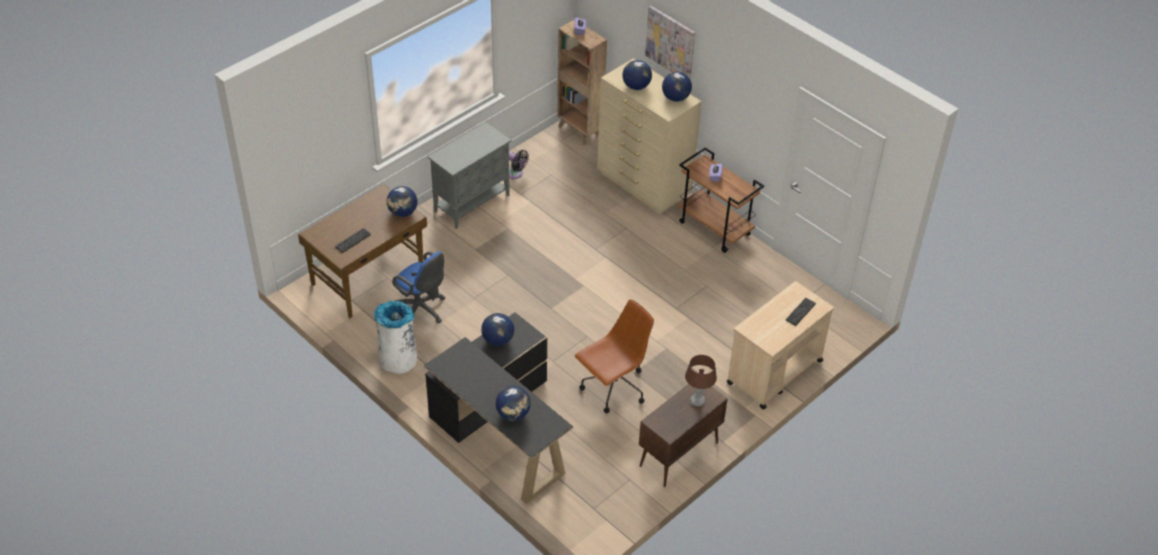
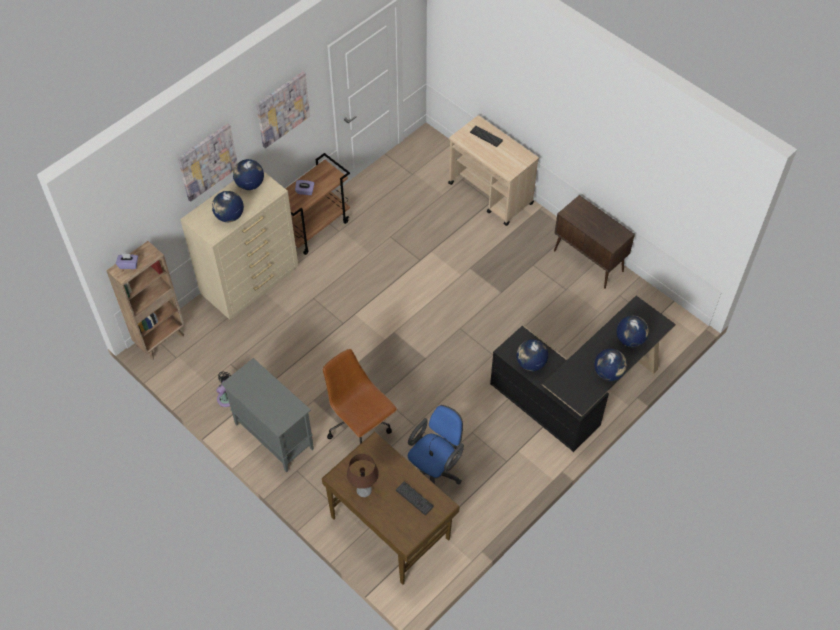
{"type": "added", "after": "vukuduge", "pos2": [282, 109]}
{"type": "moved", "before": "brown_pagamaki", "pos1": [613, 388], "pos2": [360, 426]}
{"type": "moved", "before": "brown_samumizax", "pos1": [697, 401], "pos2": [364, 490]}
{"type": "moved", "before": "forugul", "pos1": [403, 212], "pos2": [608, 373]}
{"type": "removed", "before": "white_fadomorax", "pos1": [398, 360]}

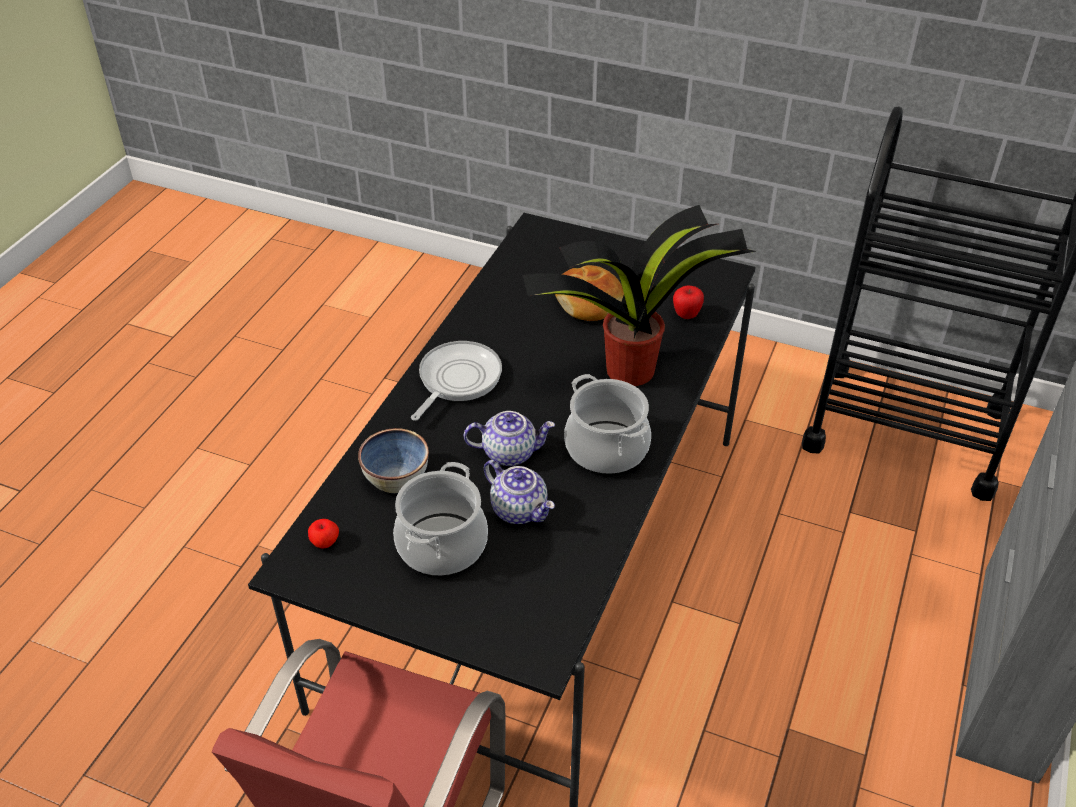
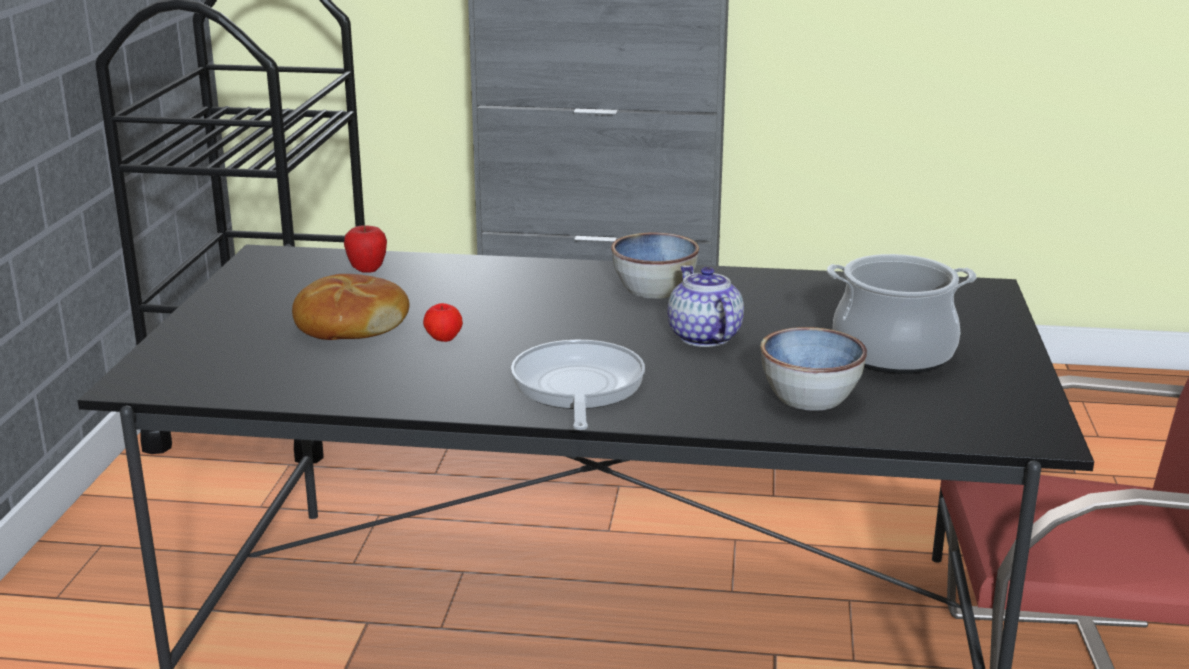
{"type": "moved", "before": "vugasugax", "pos1": [325, 542], "pos2": [443, 338]}
{"type": "turned", "before": "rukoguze", "pos1": [457, 380], "pos2": [577, 388], "turn": 75}
{"type": "replaced", "before": "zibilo", "after": "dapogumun", "pos1": [607, 448], "pos2": [654, 289]}
{"type": "removed", "before": "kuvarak", "pos1": [520, 509]}
{"type": "removed", "before": "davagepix", "pos1": [633, 369]}

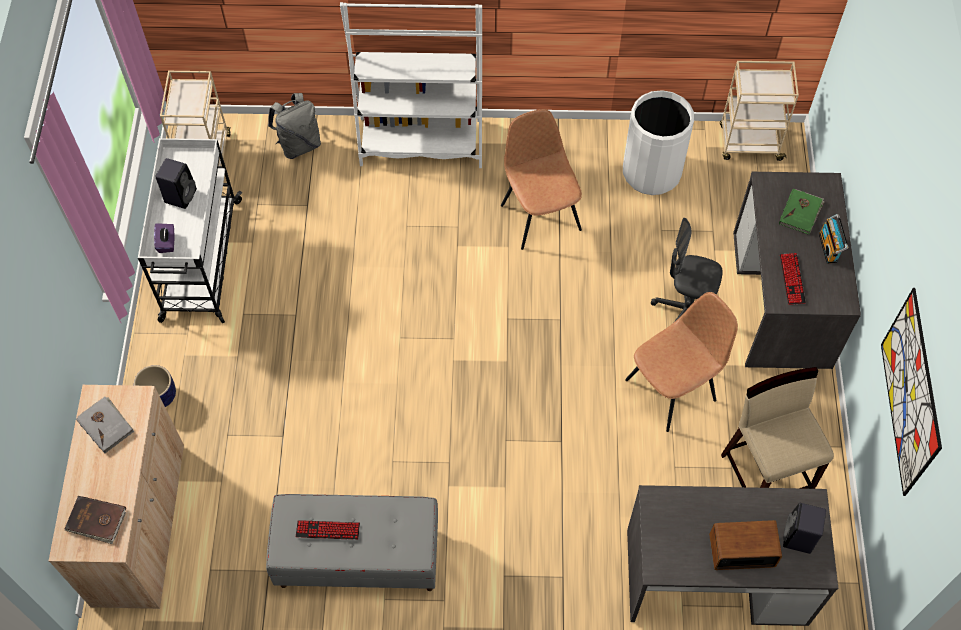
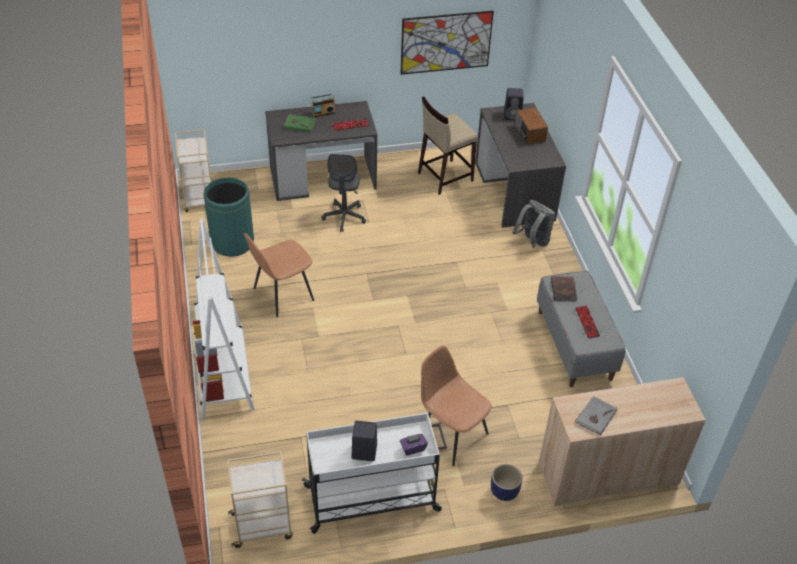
{"type": "recoloured", "before": "white_fadomorax", "after": "green_fadomorax", "pos1": [651, 172], "pos2": [232, 242]}
{"type": "moved", "before": "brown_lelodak", "pos1": [672, 389], "pos2": [451, 434]}
{"type": "moved", "before": "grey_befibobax", "pos1": [299, 145], "pos2": [532, 241]}
{"type": "moved", "before": "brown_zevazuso", "pos1": [96, 520], "pos2": [564, 289]}

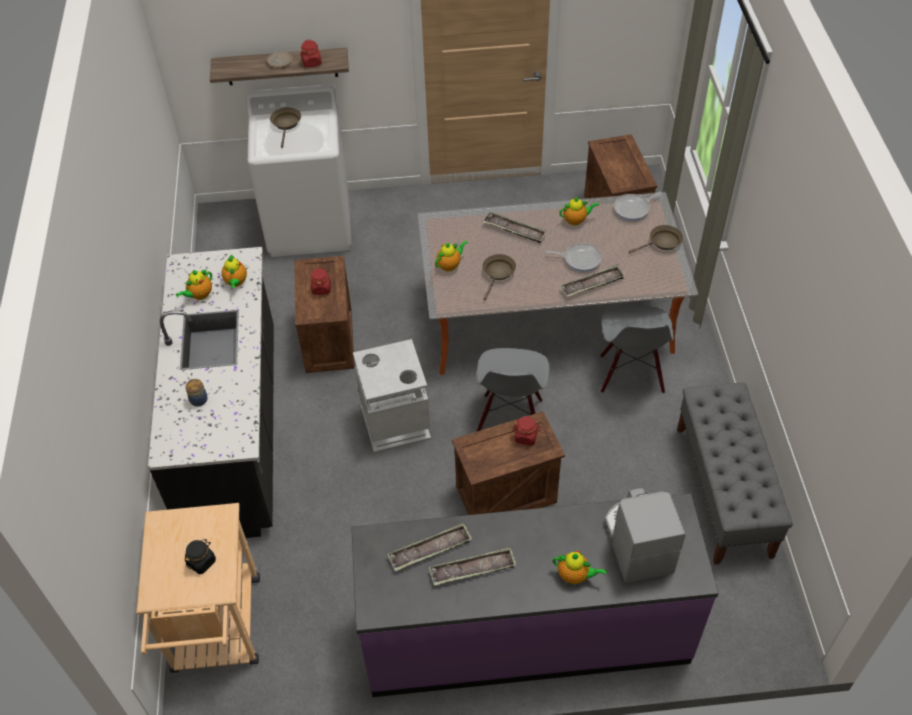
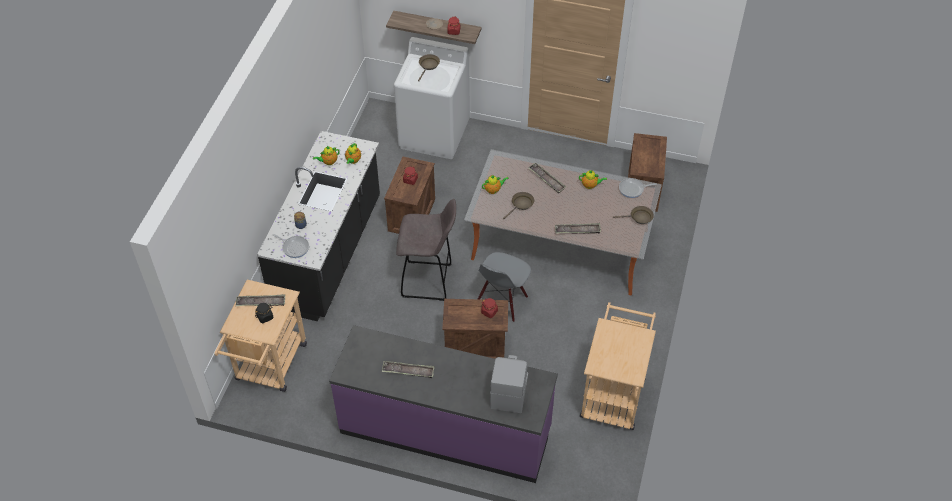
{"type": "moved", "before": "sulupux", "pos1": [430, 550], "pos2": [261, 302]}
{"type": "moved", "before": "rukoguze", "pos1": [580, 259], "pos2": [294, 247]}
{"type": "replaced", "before": "grey_fadomorax", "after": "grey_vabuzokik", "pos1": [396, 423], "pos2": [428, 281]}
{"type": "replaced", "before": "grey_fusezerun", "after": "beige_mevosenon", "pos1": [723, 491], "pos2": [613, 392]}
{"type": "removed", "before": "kuvarak", "pos1": [575, 576]}
{"type": "removed", "before": "grey_lelodak", "pos1": [630, 374]}

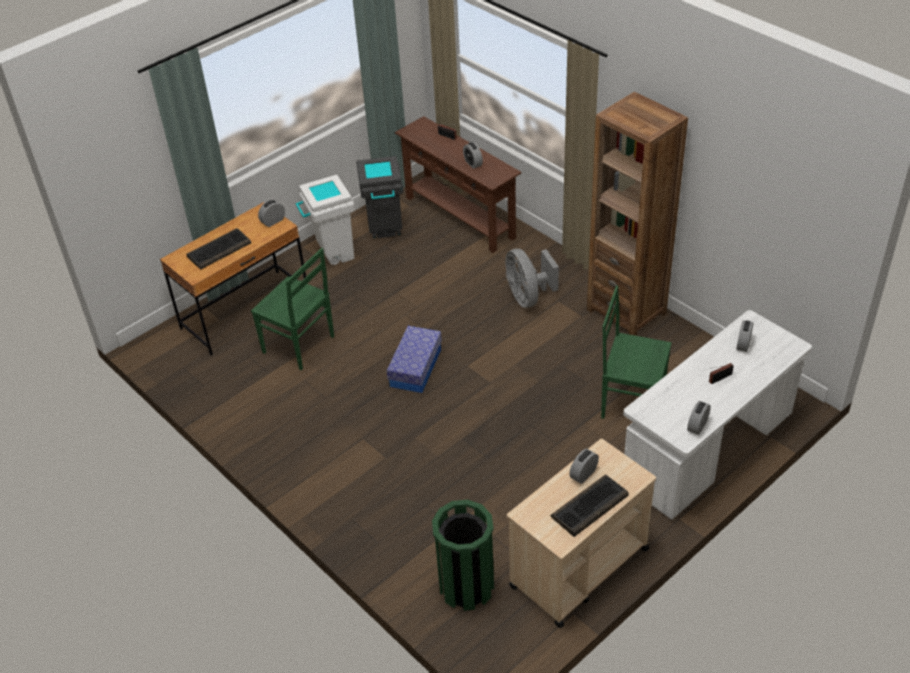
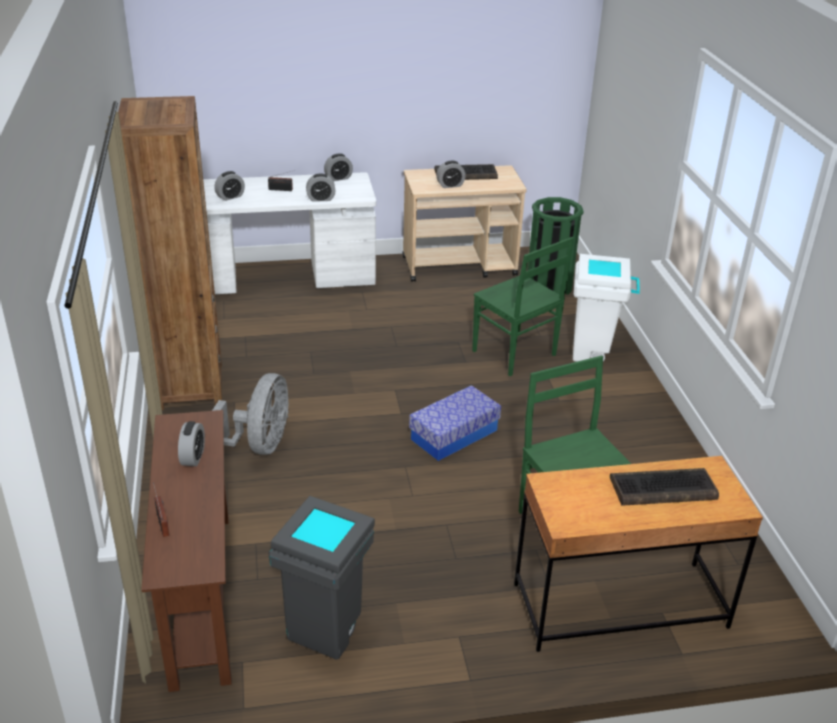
{"type": "moved", "before": "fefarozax", "pos1": [273, 221], "pos2": [321, 199]}
{"type": "moved", "before": "green_lelodak", "pos1": [630, 402], "pos2": [515, 354]}
{"type": "moved", "before": "white_fadomorax", "pos1": [332, 255], "pos2": [594, 353]}

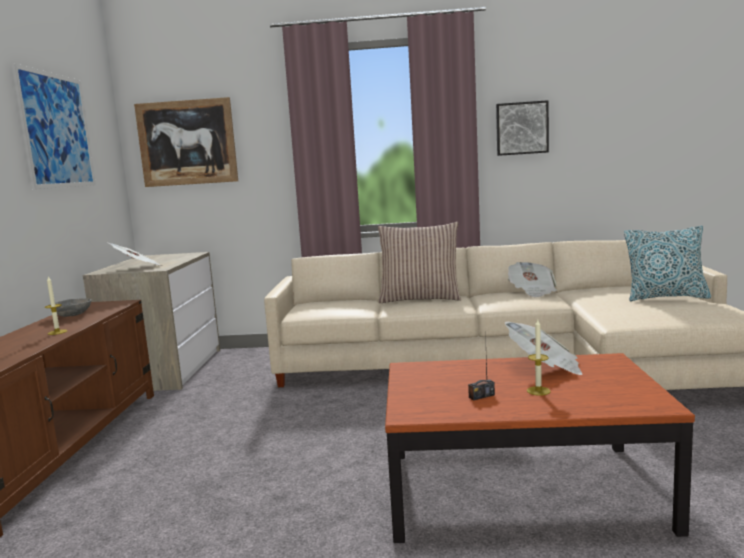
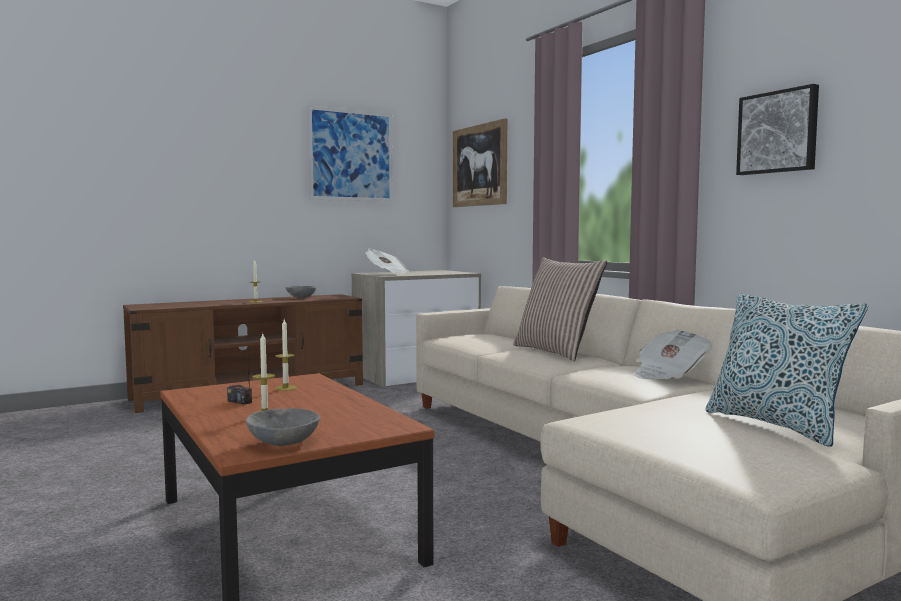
{"type": "added", "after": "grey_dapogumun", "pos2": [282, 443]}
{"type": "added", "after": "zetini", "pos2": [285, 388]}
{"type": "removed", "before": "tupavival", "pos1": [545, 367]}

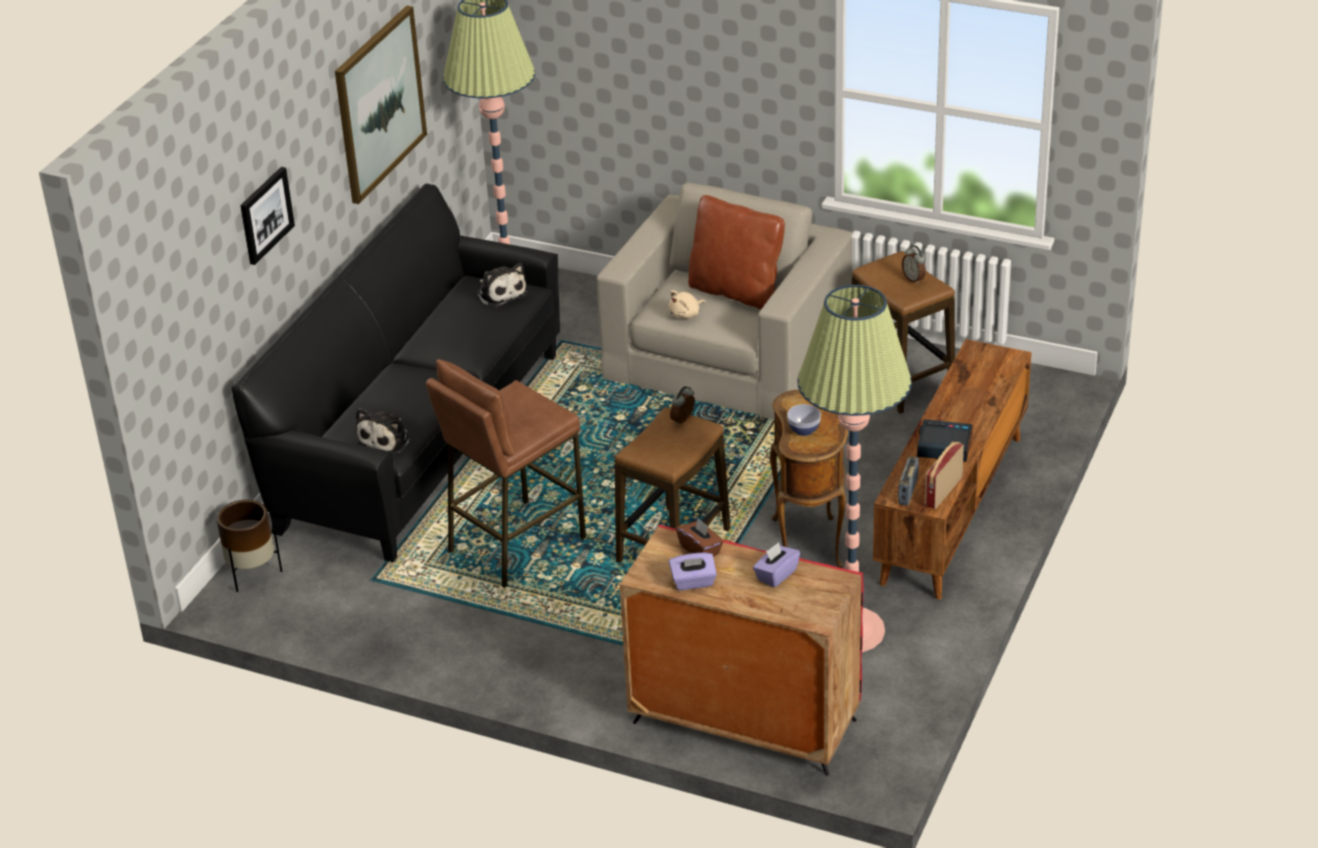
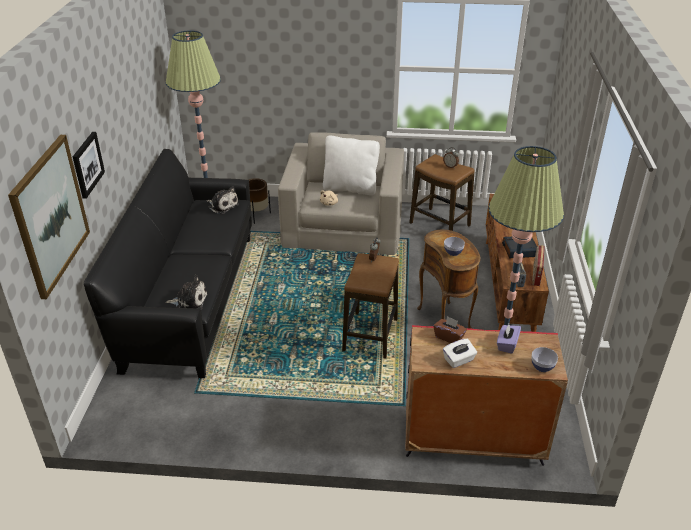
{"type": "moved", "before": "vukuduge", "pos1": [379, 103], "pos2": [50, 215]}
{"type": "turned", "before": "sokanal", "pos1": [386, 440], "pos2": [189, 301], "turn": -90}
{"type": "moved", "before": "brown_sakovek", "pos1": [252, 573], "pos2": [257, 216]}
{"type": "recoloured", "before": "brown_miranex", "after": "white_miranex", "pos1": [736, 292], "pos2": [350, 188]}
{"type": "recoloured", "before": "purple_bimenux", "after": "white_bimenux", "pos1": [693, 582], "pos2": [459, 360]}
{"type": "added", "after": "dapogumun", "pos2": [542, 367]}
{"type": "removed", "before": "brown_vabuzokik", "pos1": [515, 545]}

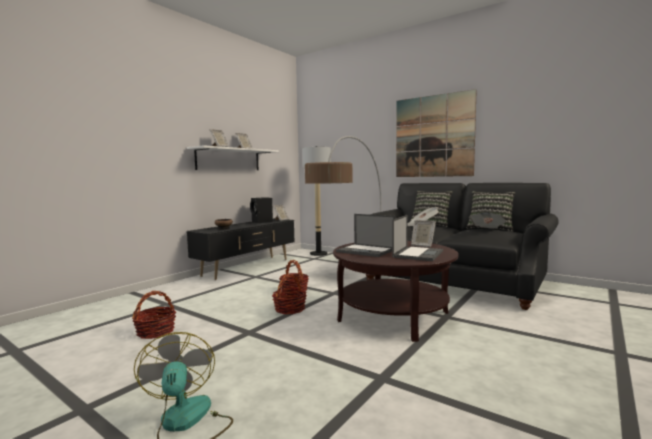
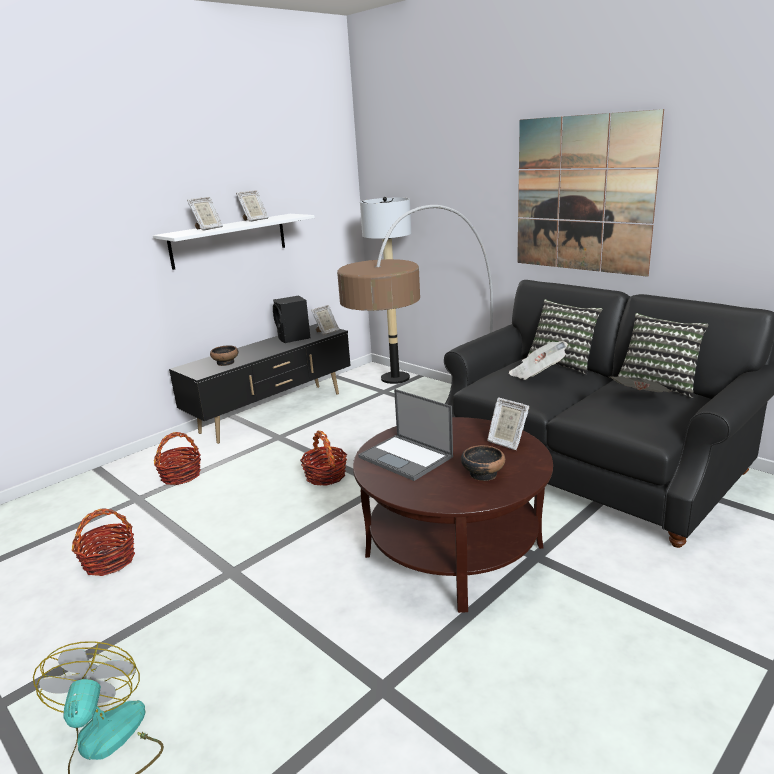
{"type": "moved", "before": "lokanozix", "pos1": [289, 309], "pos2": [181, 475]}
{"type": "replaced", "before": "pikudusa", "after": "dapogumun", "pos1": [418, 254], "pos2": [482, 474]}

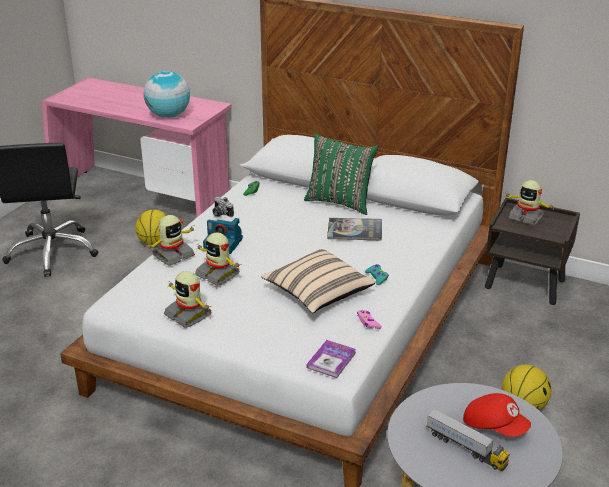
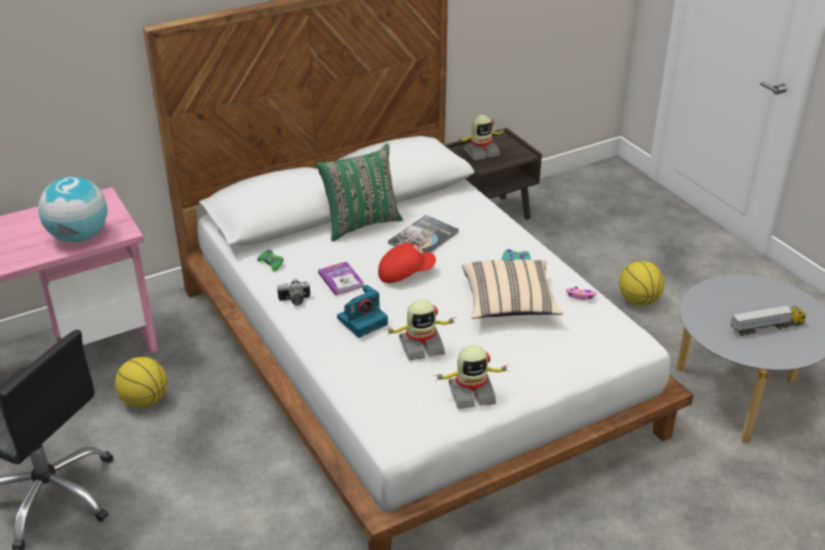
{"type": "moved", "before": "zevazuso", "pos1": [331, 360], "pos2": [341, 279]}
{"type": "moved", "before": "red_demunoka", "pos1": [494, 426], "pos2": [405, 273]}
{"type": "removed", "before": "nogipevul", "pos1": [173, 255]}

